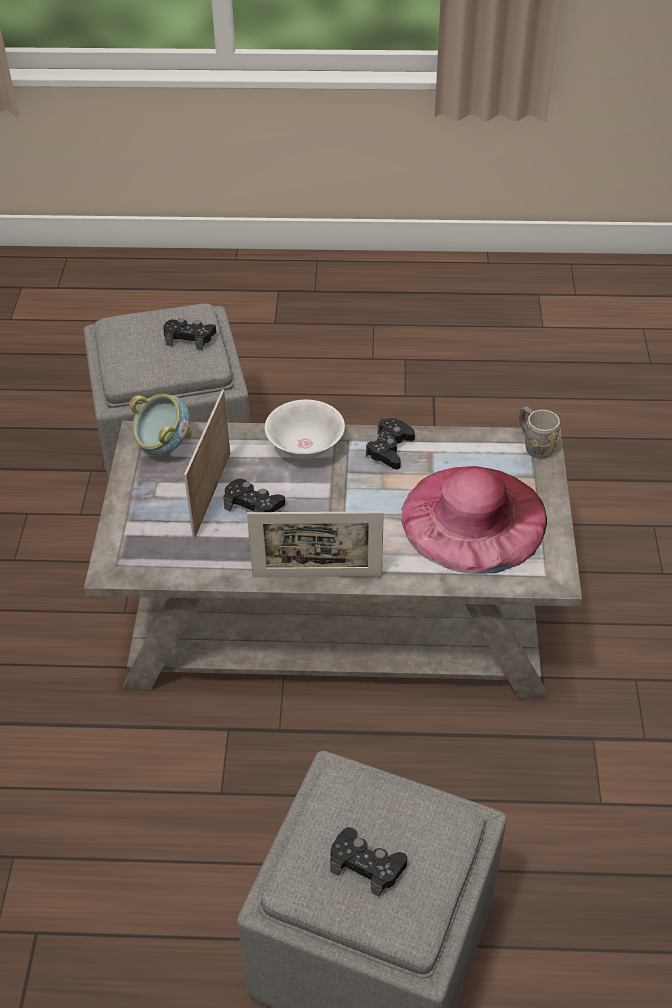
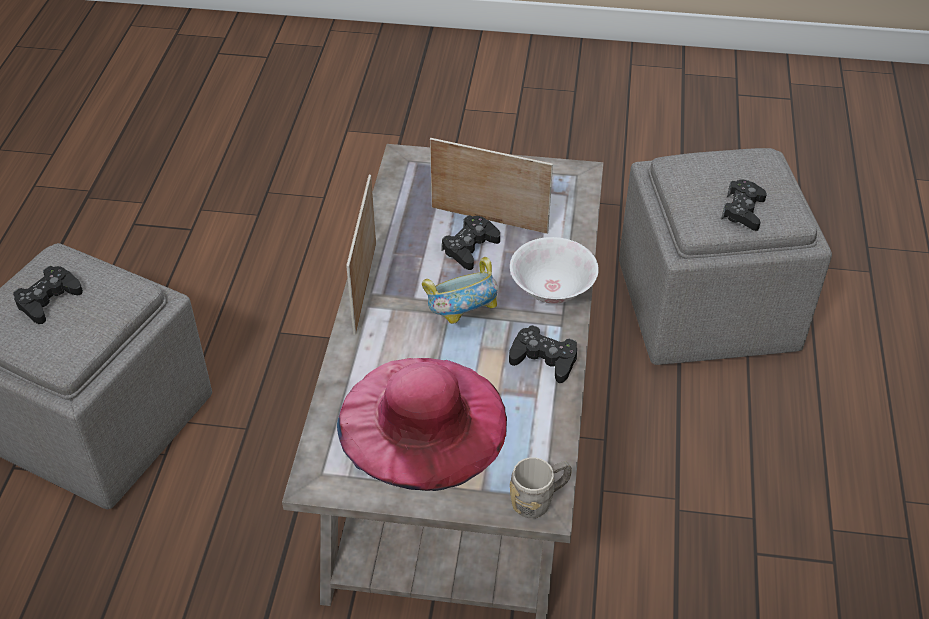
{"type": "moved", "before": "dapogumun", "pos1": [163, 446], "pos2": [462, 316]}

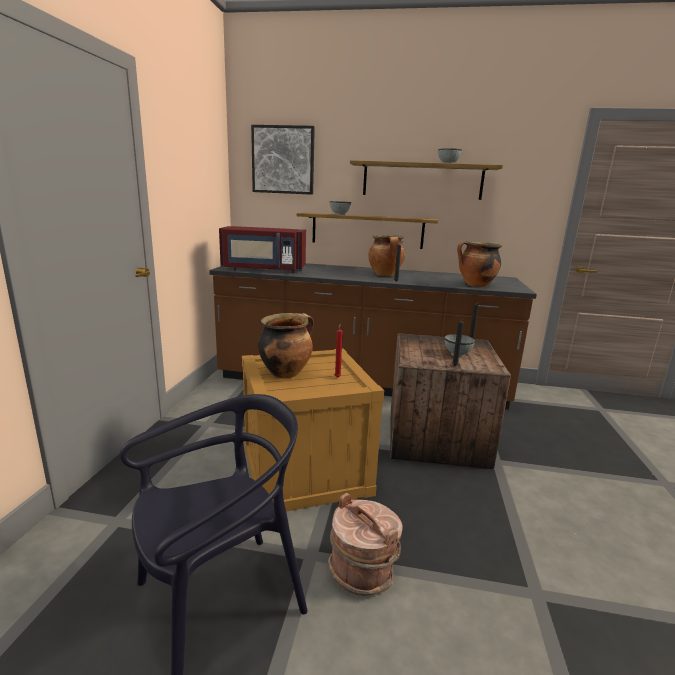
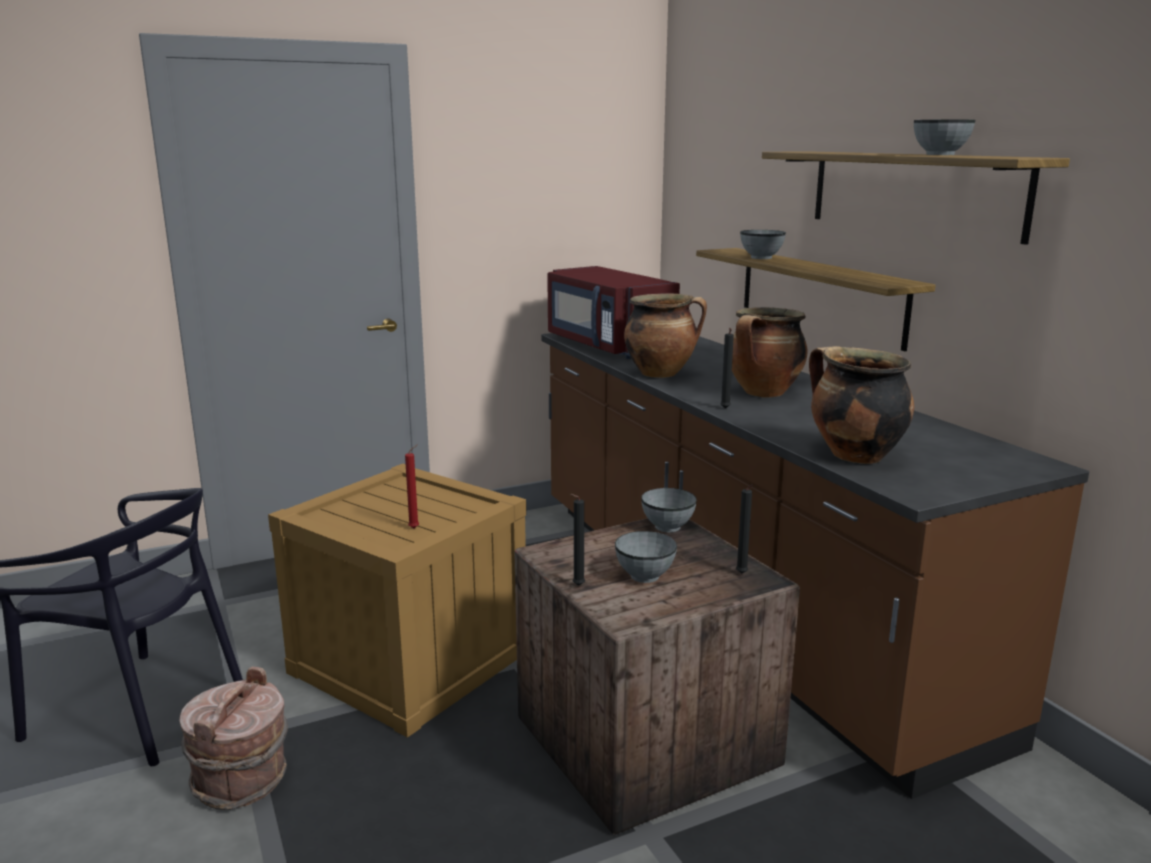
{"type": "moved", "before": "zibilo", "pos1": [286, 373], "pos2": [661, 373]}
{"type": "added", "after": "grey_dapogumun", "pos2": [667, 526]}
{"type": "removed", "before": "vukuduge", "pos1": [283, 160]}

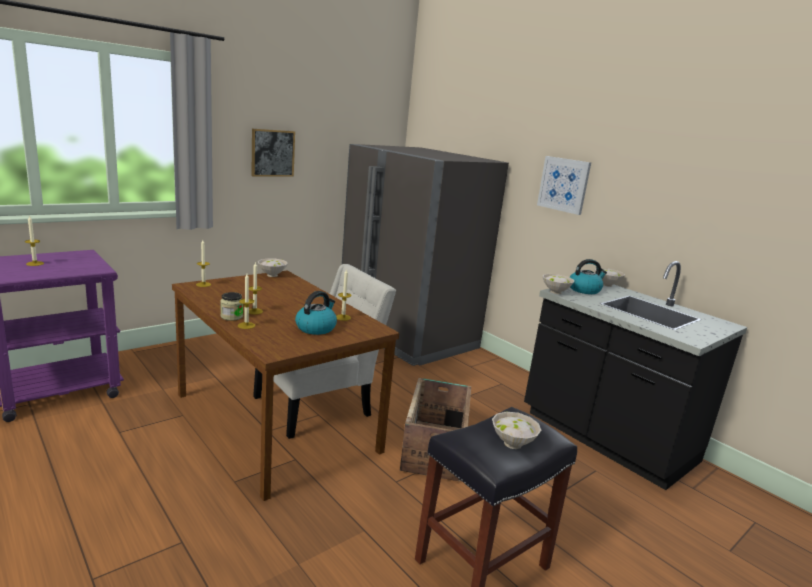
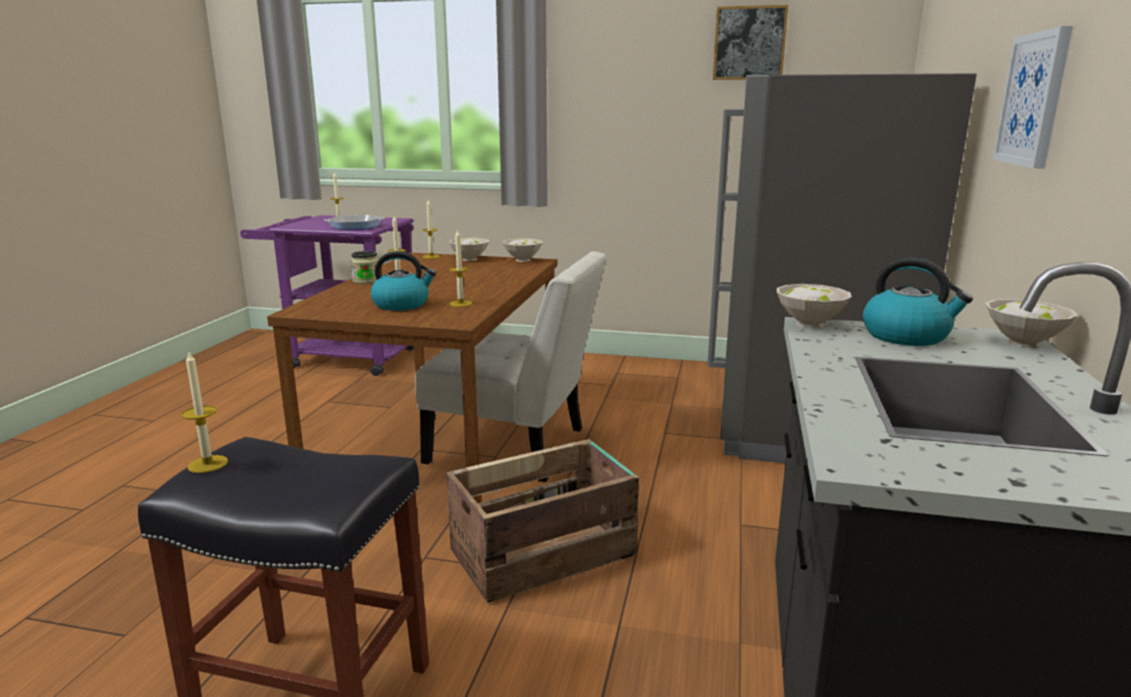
{"type": "moved", "before": "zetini", "pos1": [246, 325], "pos2": [208, 464]}
{"type": "added", "after": "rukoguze", "pos2": [355, 226]}
{"type": "moved", "before": "white_dapogumun", "pos1": [514, 444], "pos2": [470, 259]}
{"type": "moved", "before": "vukuduge", "pos1": [272, 153], "pos2": [749, 43]}

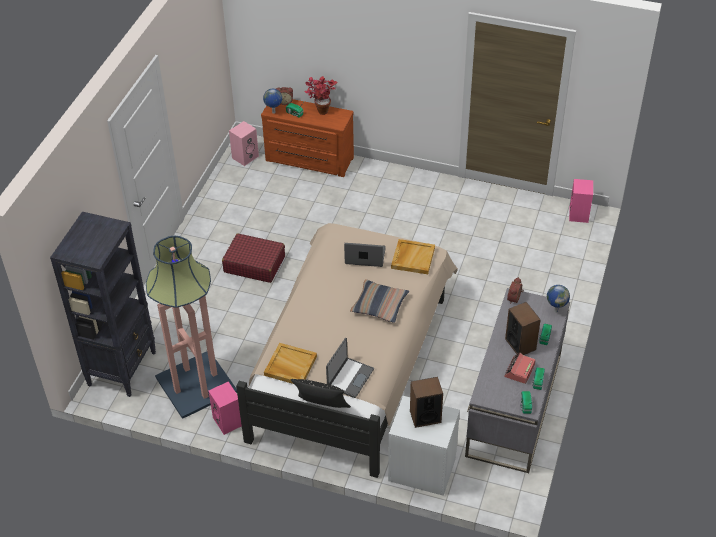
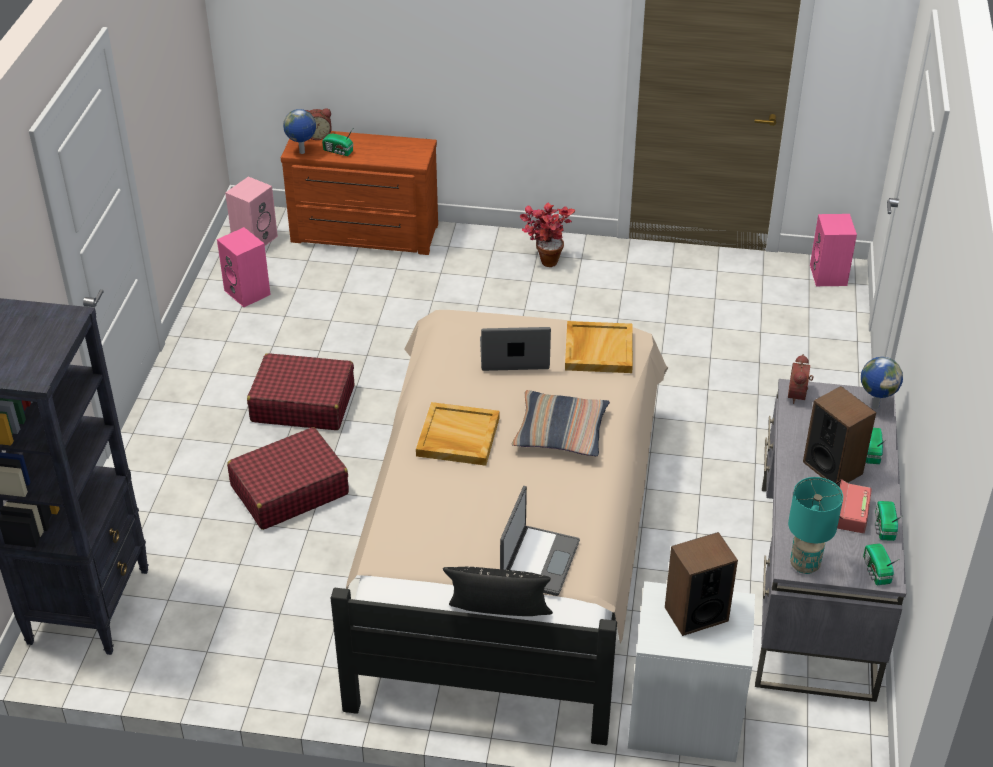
{"type": "moved", "before": "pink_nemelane", "pos1": [229, 421], "pos2": [248, 292]}
{"type": "added", "after": "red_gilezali", "pos2": [289, 490]}
{"type": "moved", "before": "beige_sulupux", "pos1": [290, 366], "pos2": [457, 437]}
{"type": "moved", "before": "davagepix", "pos1": [320, 110], "pos2": [544, 259]}
{"type": "added", "after": "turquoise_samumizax", "pos2": [805, 564]}
{"type": "removed", "before": "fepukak", "pos1": [196, 384]}

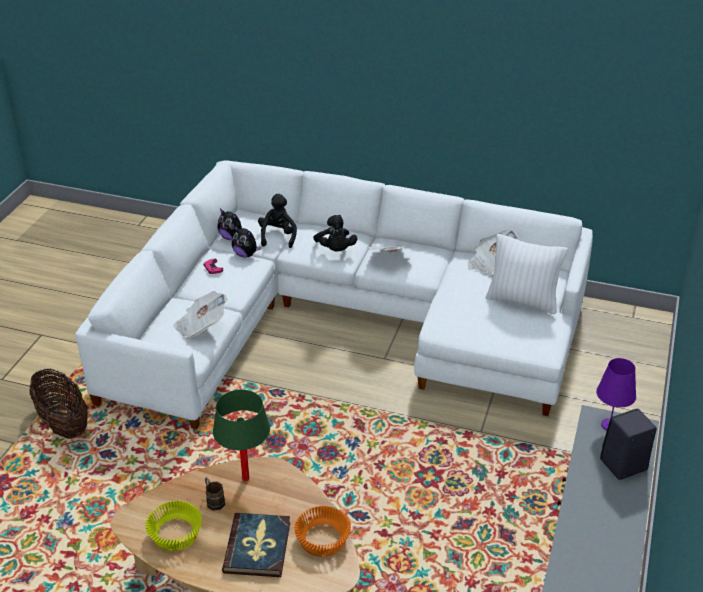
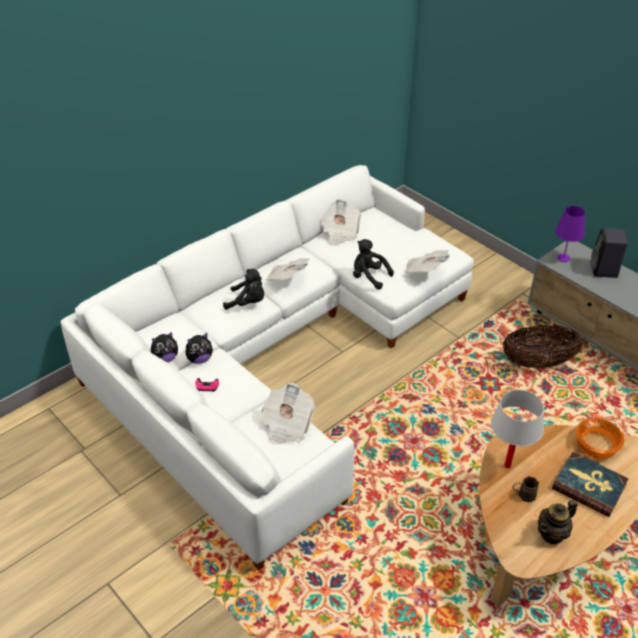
{"type": "moved", "before": "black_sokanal", "pos1": [278, 236], "pos2": [369, 277]}
{"type": "added", "after": "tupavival", "pos2": [425, 271]}
{"type": "recoloured", "before": "green_samumizax", "after": "white_samumizax", "pos1": [245, 478], "pos2": [507, 466]}
{"type": "moved", "before": "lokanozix", "pos1": [63, 424], "pos2": [538, 362]}
{"type": "replaced", "before": "yellow_dapogumun", "after": "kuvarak", "pos1": [176, 534], "pos2": [552, 534]}
{"type": "removed", "before": "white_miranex", "pos1": [522, 301]}

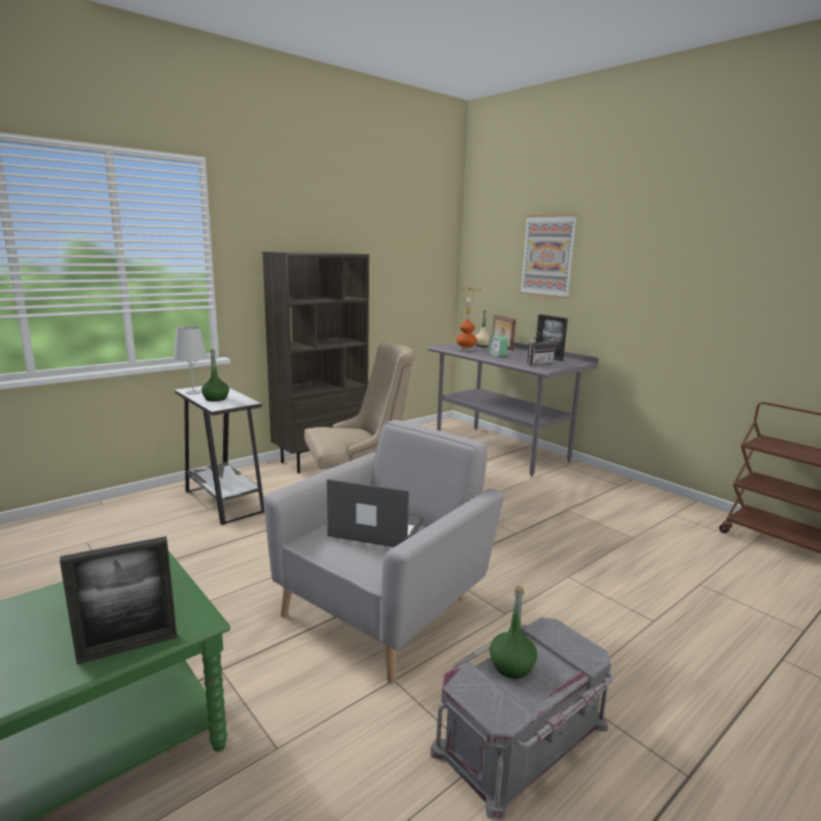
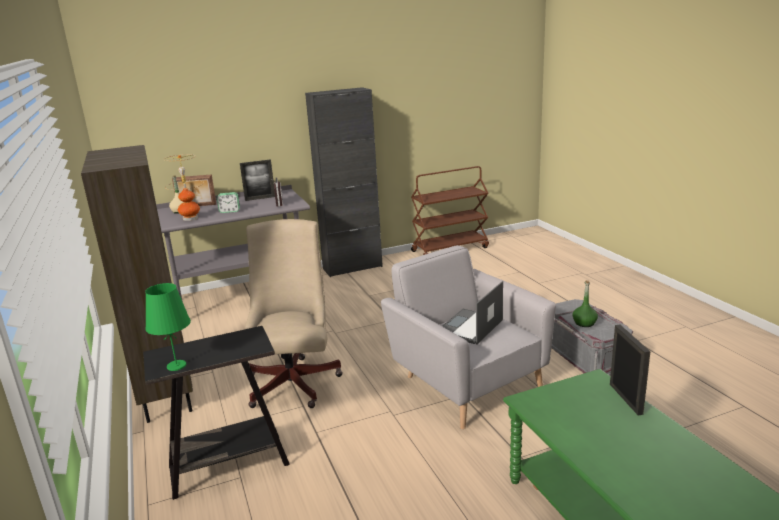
{"type": "recoloured", "before": "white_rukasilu", "after": "black_rukasilu", "pos1": [224, 501], "pos2": [229, 465]}
{"type": "recoloured", "before": "white_samumizax", "after": "green_samumizax", "pos1": [193, 392], "pos2": [176, 366]}
{"type": "added", "after": "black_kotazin", "pos2": [352, 267]}
{"type": "removed", "before": "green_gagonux", "pos1": [215, 399]}
{"type": "removed", "before": "vukuduge", "pos1": [548, 256]}

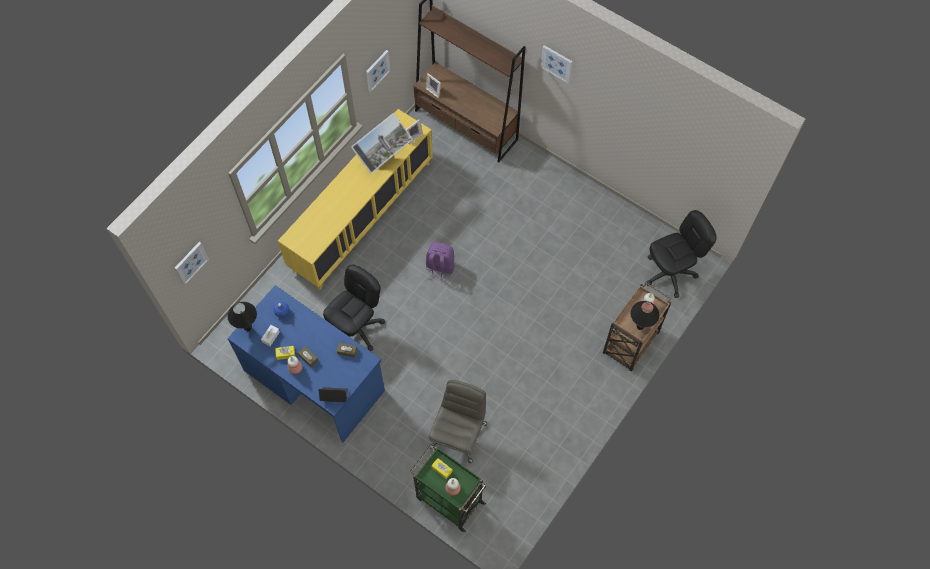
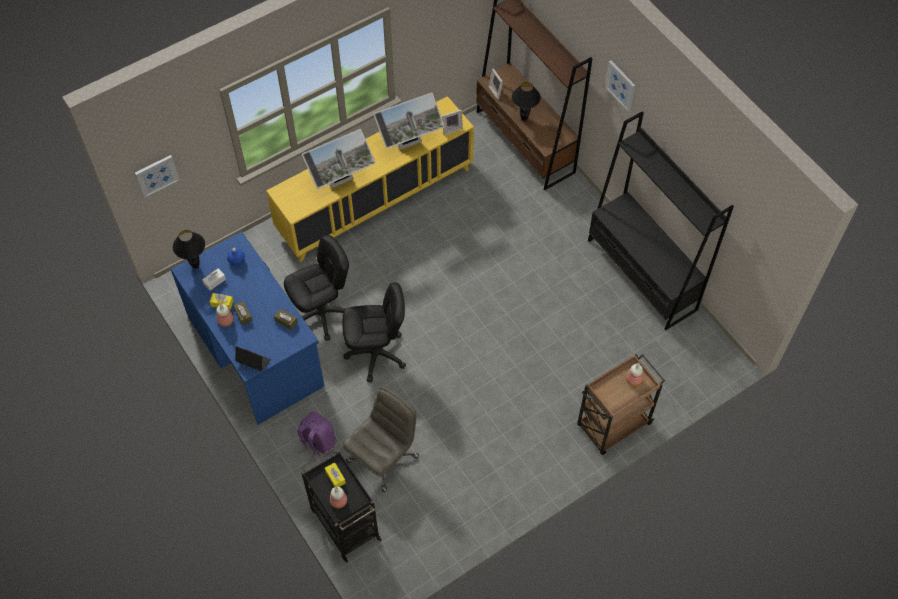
{"type": "moved", "before": "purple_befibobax", "pos1": [439, 268], "pos2": [317, 444]}
{"type": "recoloured", "before": "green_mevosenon", "after": "black_mevosenon", "pos1": [449, 499], "pos2": [344, 522]}
{"type": "added", "after": "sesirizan", "pos2": [341, 182]}
{"type": "moved", "before": "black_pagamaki", "pos1": [670, 273], "pos2": [376, 354]}
{"type": "moved", "before": "black_samumizax", "pos1": [639, 327], "pos2": [524, 118]}
{"type": "added", "after": "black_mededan", "pos2": [641, 275]}
{"type": "removed", "before": "vukuduge", "pos1": [377, 70]}

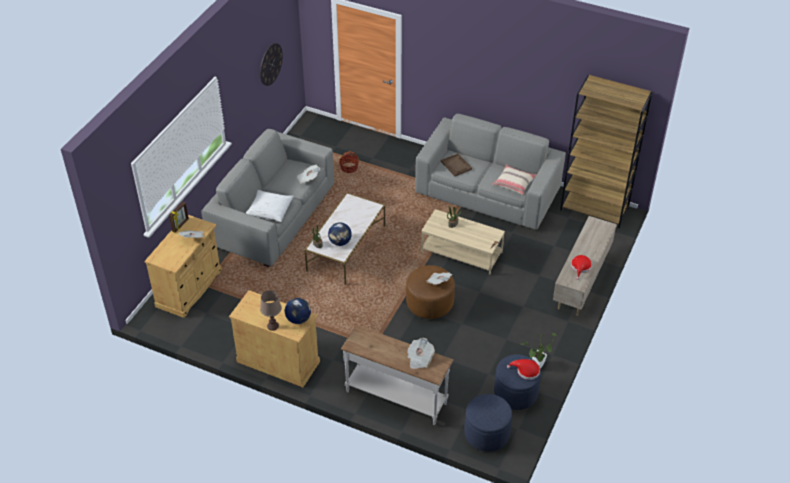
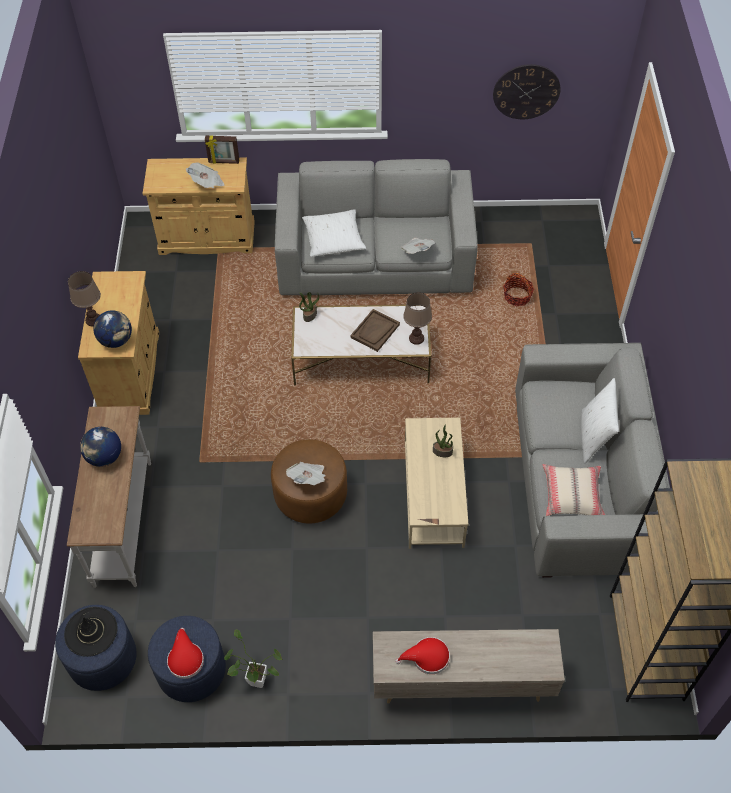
{"type": "added", "after": "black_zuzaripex", "pos2": [91, 632]}
{"type": "moved", "before": "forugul", "pos1": [340, 242], "pos2": [104, 457]}
{"type": "moved", "before": "brown_sulupux", "pos1": [456, 165], "pos2": [375, 331]}
{"type": "added", "after": "brown_samumizax", "pos2": [416, 338]}
{"type": "added", "after": "white_miranex", "pos2": [593, 437]}
{"type": "removed", "before": "tupavival", "pos1": [419, 359]}

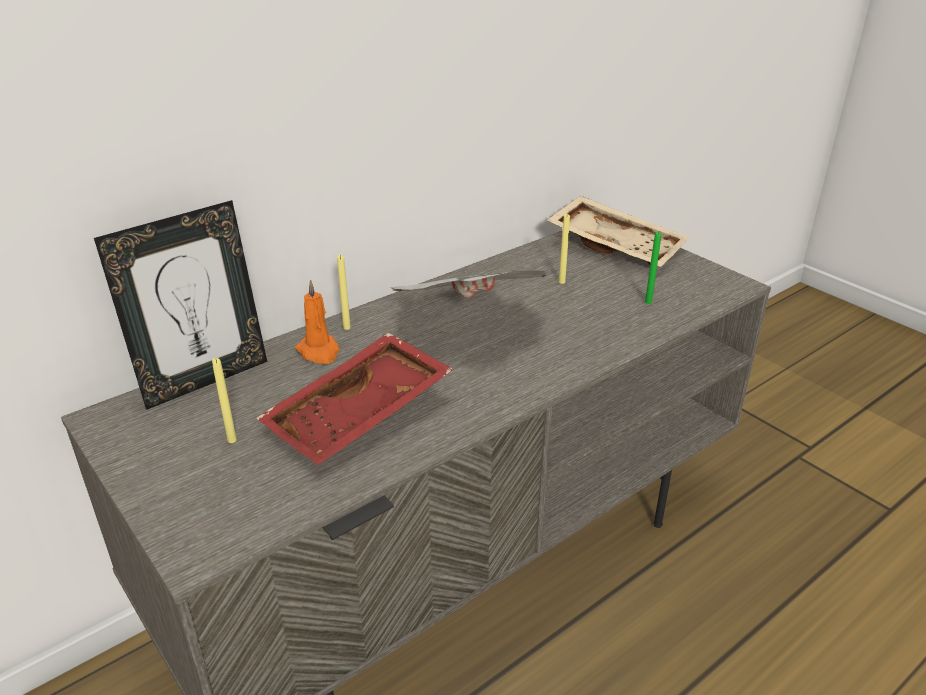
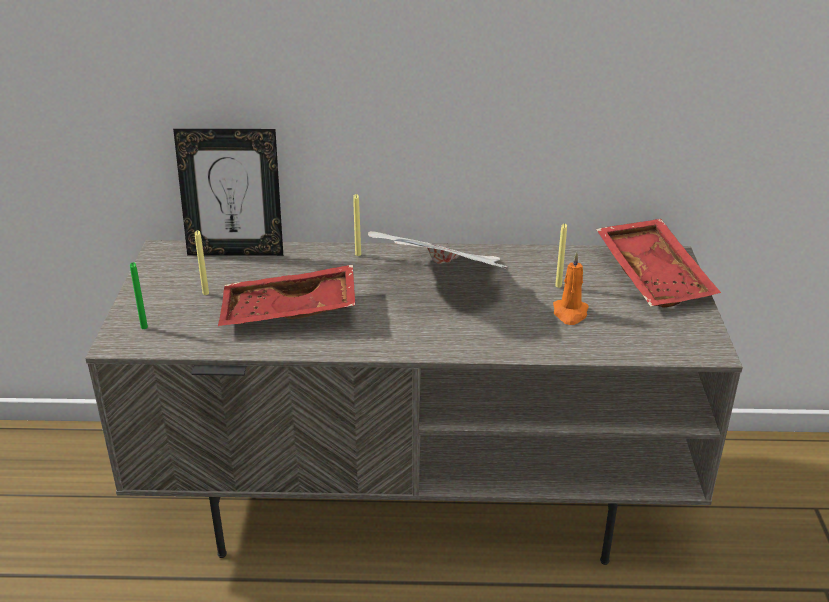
{"type": "moved", "before": "green_zetini", "pos1": [648, 302], "pos2": [144, 327]}
{"type": "moved", "before": "orange_zetini", "pos1": [319, 352], "pos2": [570, 313]}
{"type": "recoloured", "before": "beige_sulupux", "after": "red_sulupux", "pos1": [617, 245], "pos2": [655, 276]}

